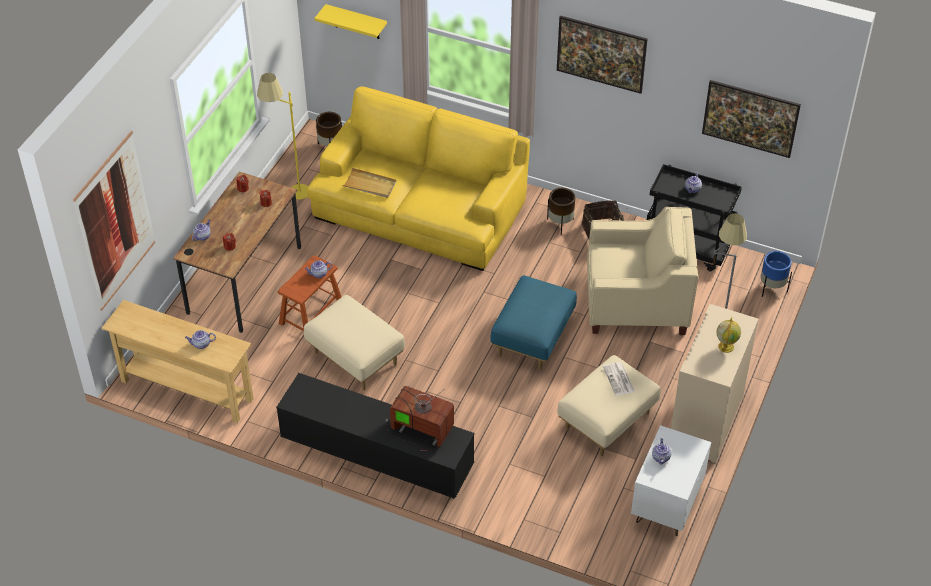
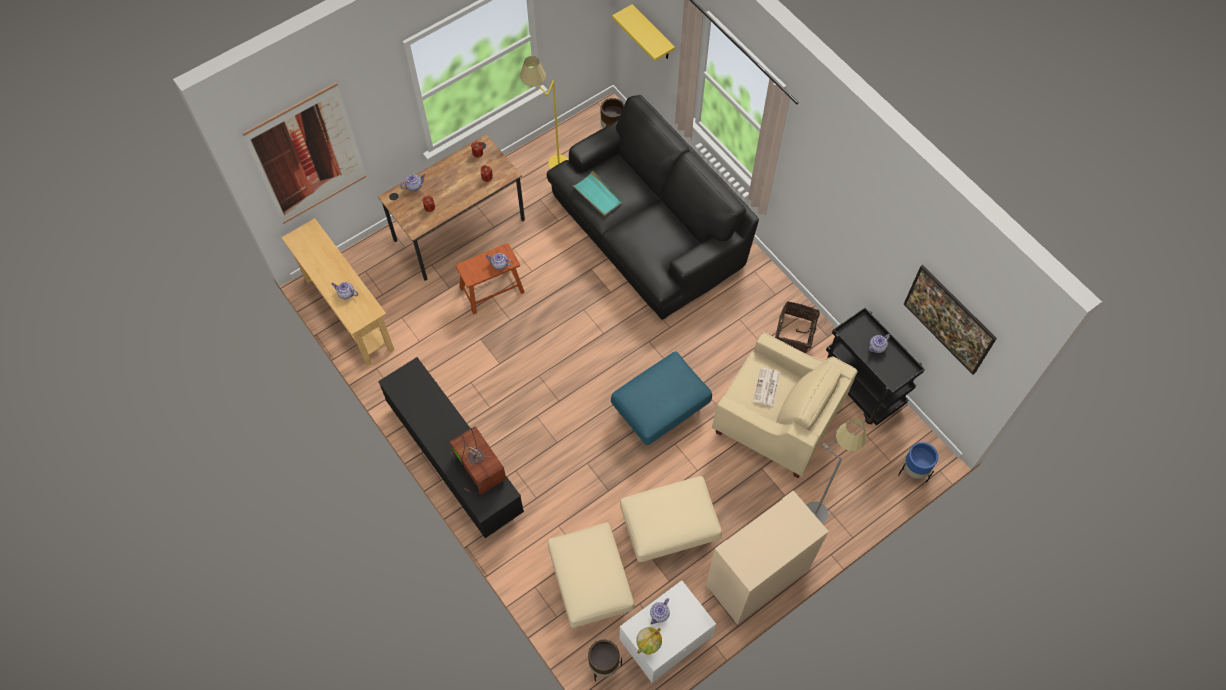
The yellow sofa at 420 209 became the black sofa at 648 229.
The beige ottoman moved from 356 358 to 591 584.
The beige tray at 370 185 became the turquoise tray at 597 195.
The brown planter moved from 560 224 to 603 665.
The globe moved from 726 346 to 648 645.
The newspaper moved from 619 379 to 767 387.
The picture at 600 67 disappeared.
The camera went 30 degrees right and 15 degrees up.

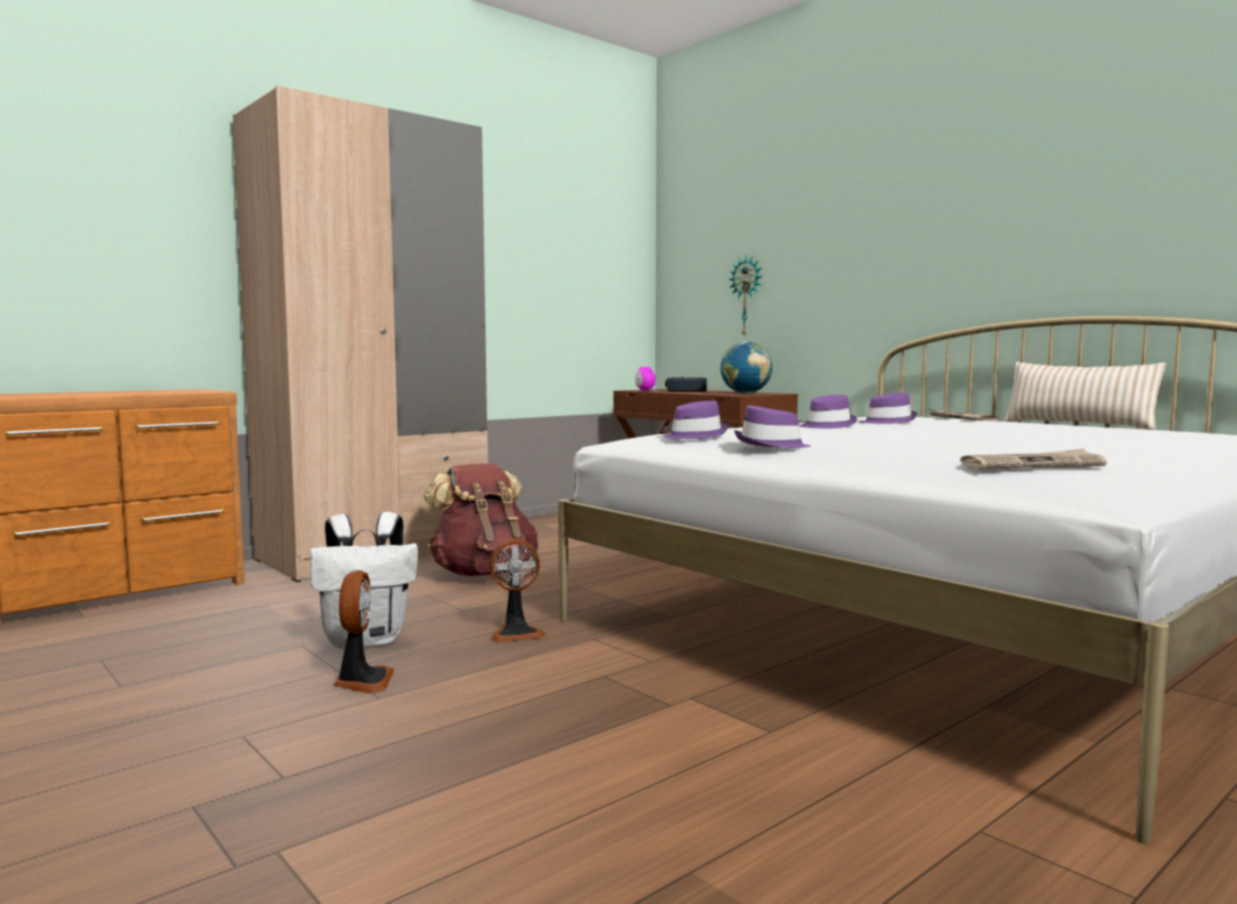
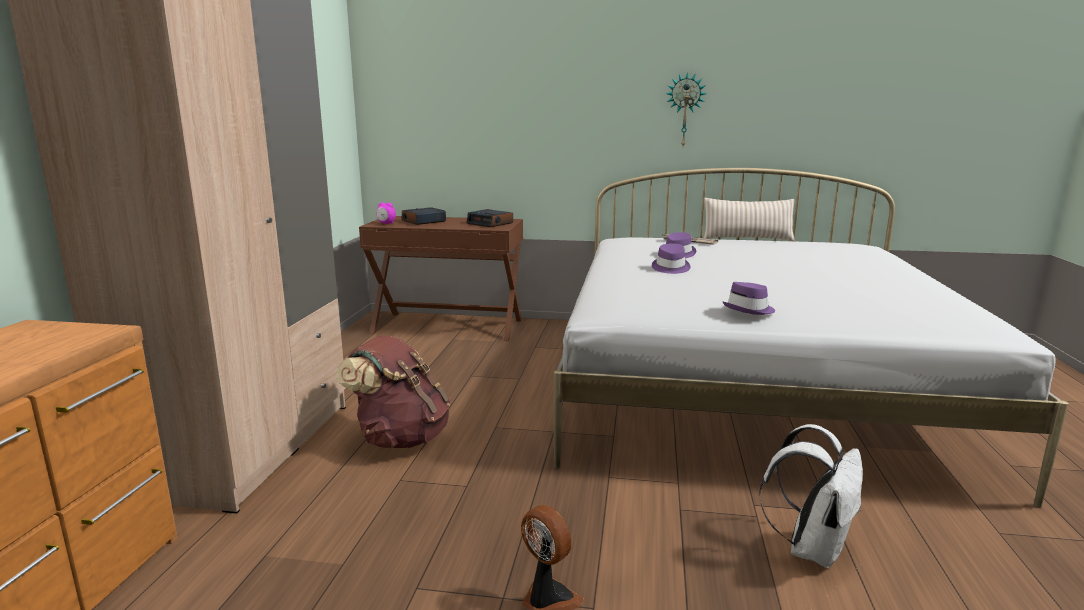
The globe at 745 393 was replaced by the alarm clock at 490 223.
The wall clock moved from 747 296 to 685 110.
The white backpack moved from 367 641 to 811 548.
The fan at 516 633 disappeared.
The purple hat at 694 436 disappeared.
The newspaper at 1032 464 disappeared.
The camera went 40 degrees left and 10 degrees up.

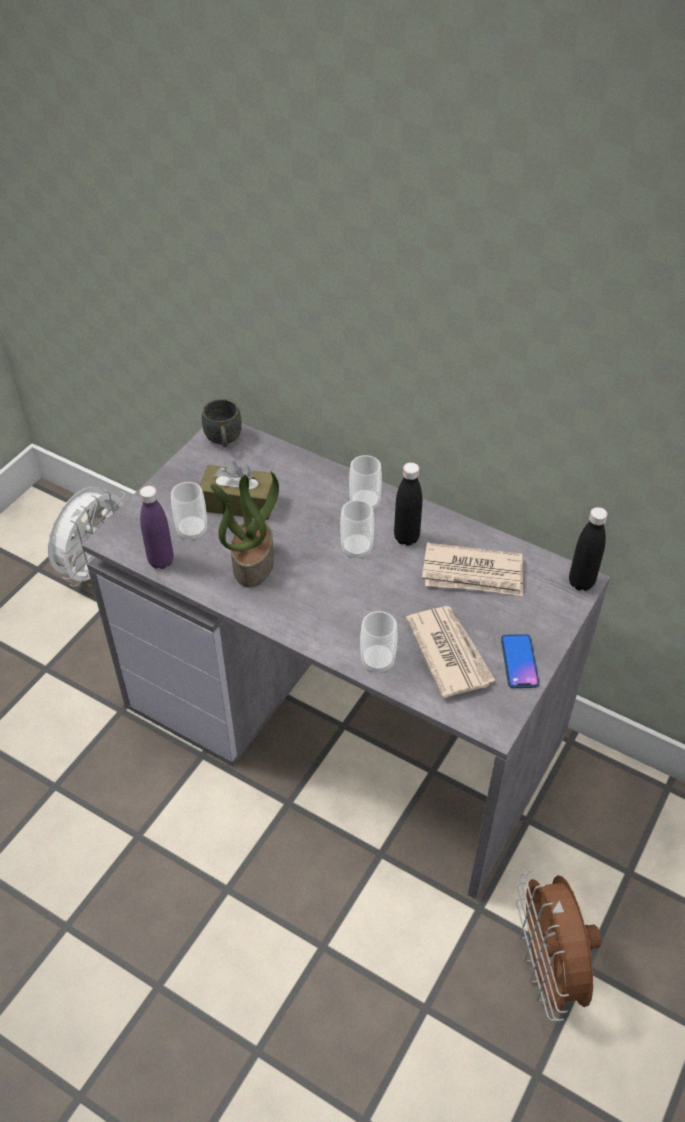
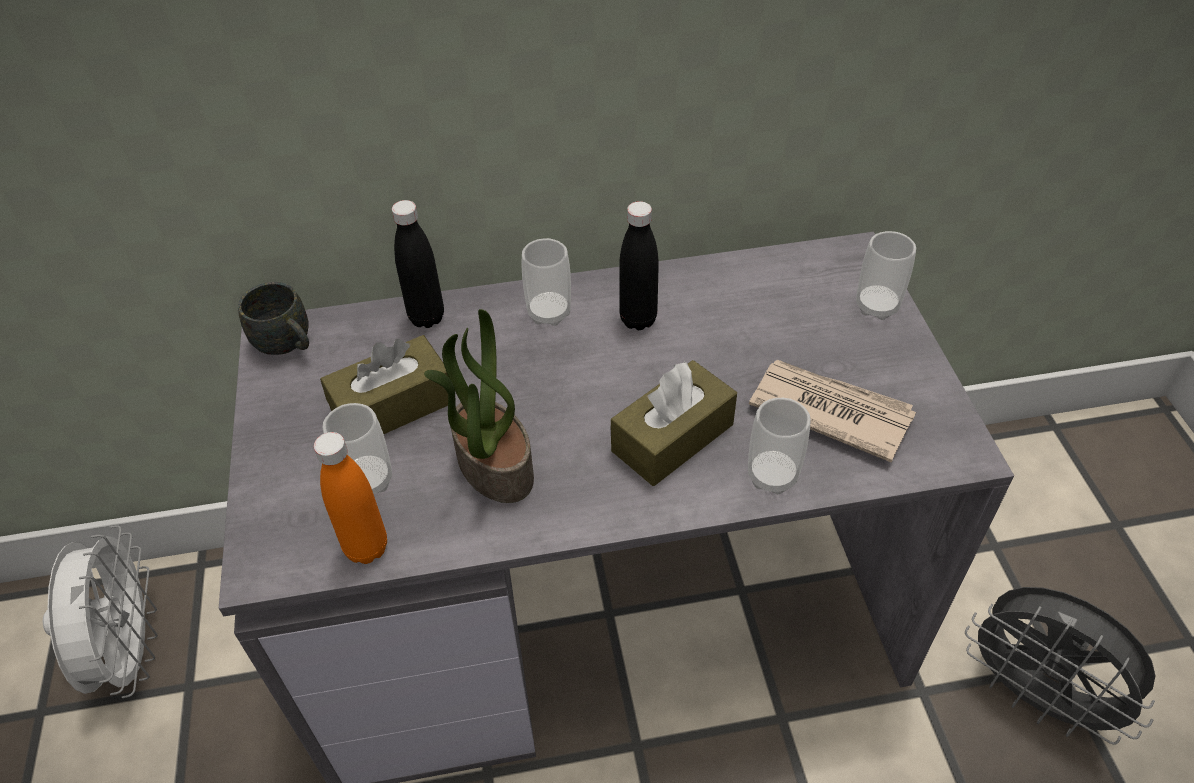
The purple bottle at 161 561 became the orange bottle at 366 548.
The black bottle moved from 581 582 to 426 317.
The brown tissue box at 672 437 appeared.
The cup moved from 356 549 to 876 306.
The brown fan at 548 969 became the grey fan at 1036 697.
The newspaper at 473 574 disappeared.
The phone at 519 662 disappeared.
The camera went 40 degrees left and 0 degrees up.

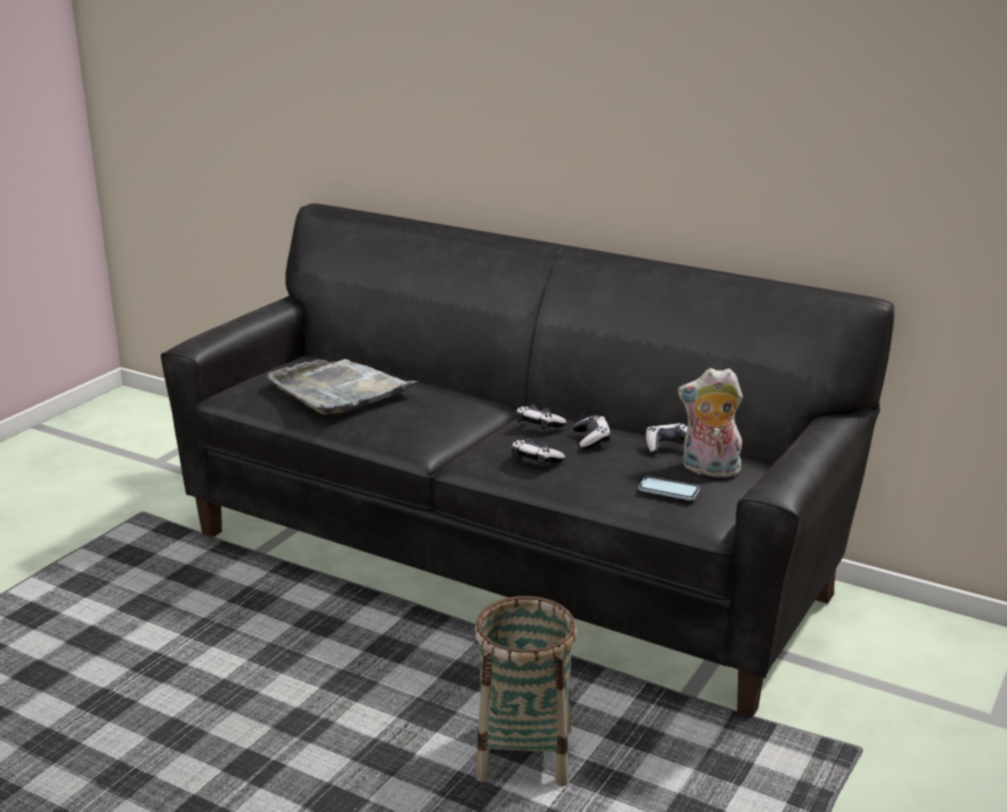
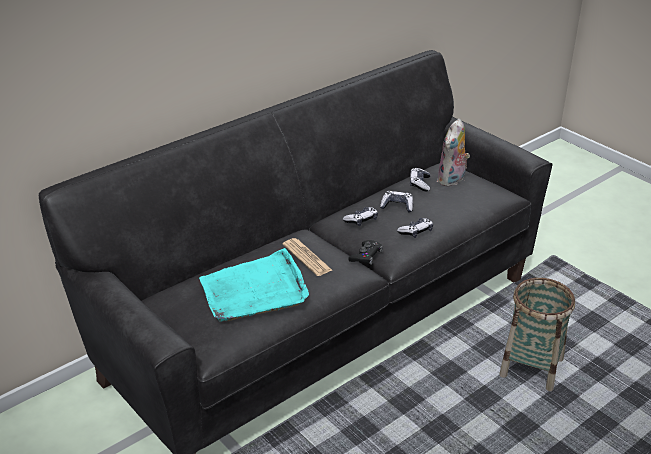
The grey tray at 339 390 became the turquoise tray at 254 291.
The newspaper at 307 257 appeared.
The black game controller at 366 256 appeared.
The phone at 669 490 disappeared.
The camera went 70 degrees left and 10 degrees up.

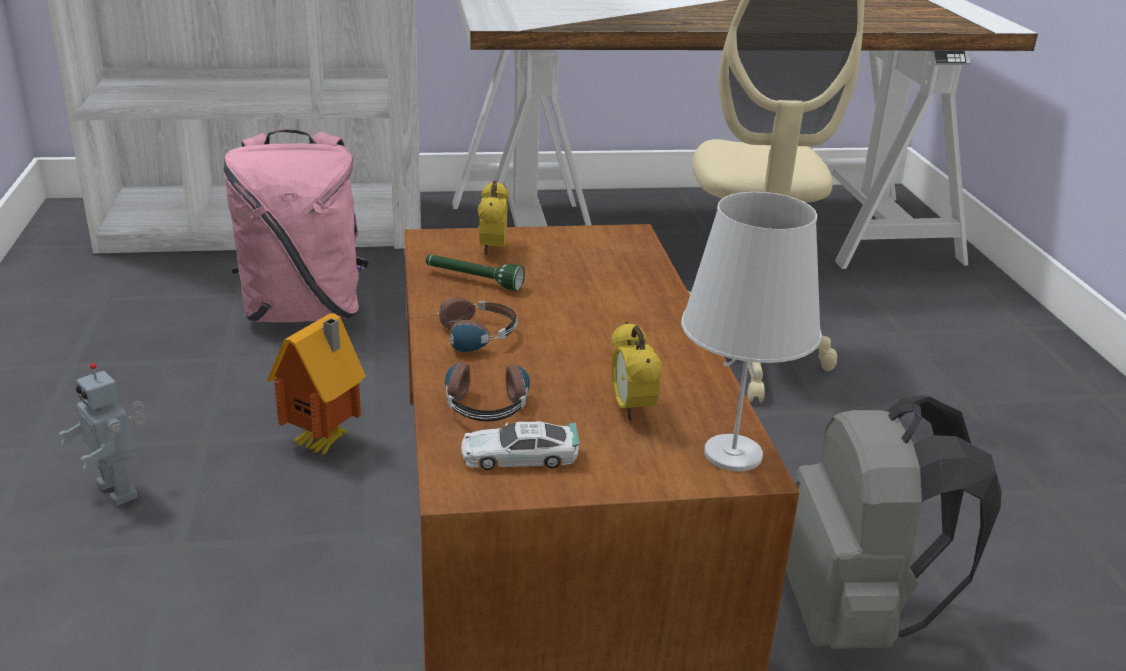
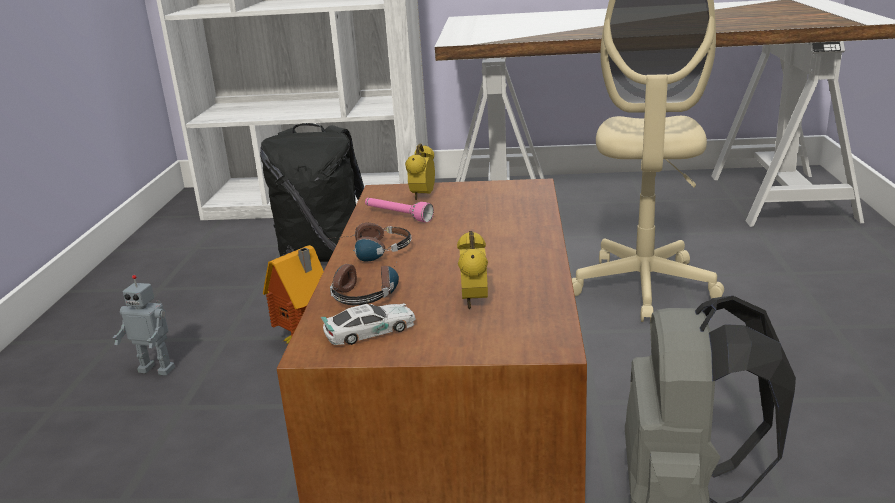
The toy robot at 120 490 turned 45 degrees counterclockwise.
The pink backpack at 304 311 became the black backpack at 324 256.
The toy car at 519 456 turned 150 degrees clockwise.
The green flashlight at 473 280 became the pink flashlight at 397 216.
The white table lamp at 733 454 disappeared.
The camera went 15 degrees right and 5 degrees down.

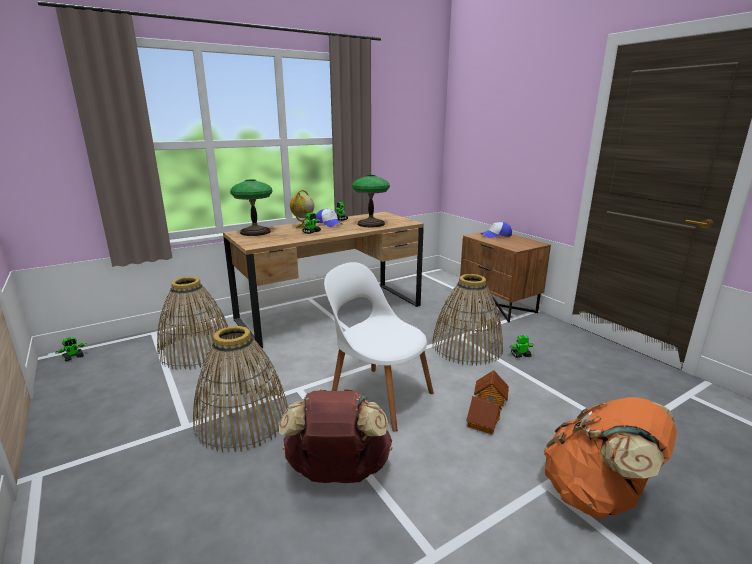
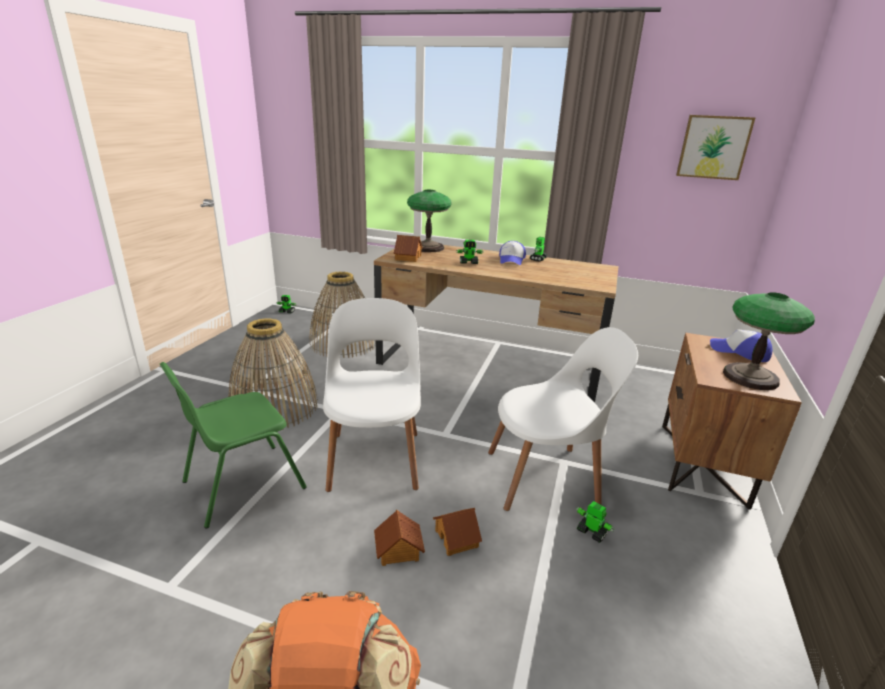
The brown backpack at 338 473 was replaced by the green chair at 241 484.
The toy house at 407 257 appeared.
The basket at 467 347 was replaced by the white chair at 547 478.
The picture at 713 147 appeared.
The table lamp moved from 370 224 to 750 377.
The globe at 303 227 disappeared.
The camera went 50 degrees right and 5 degrees up.

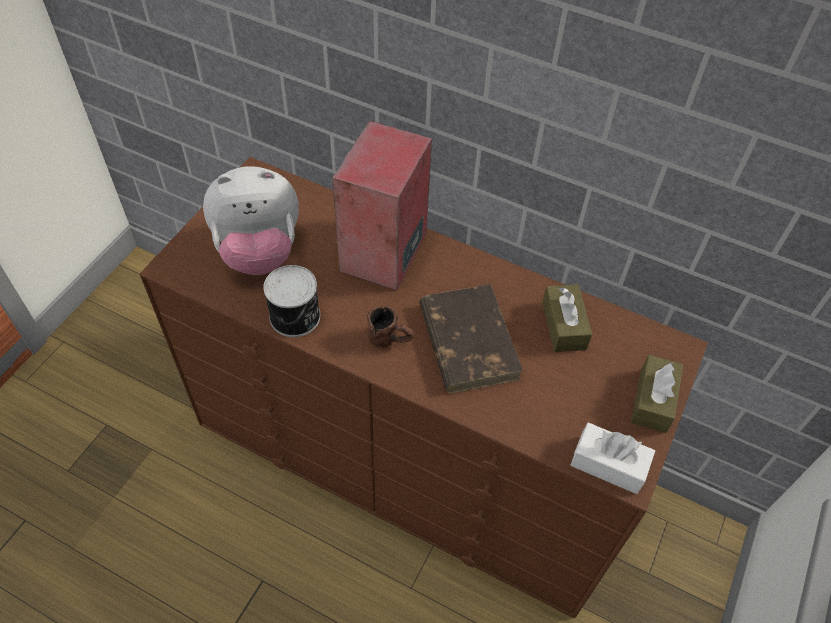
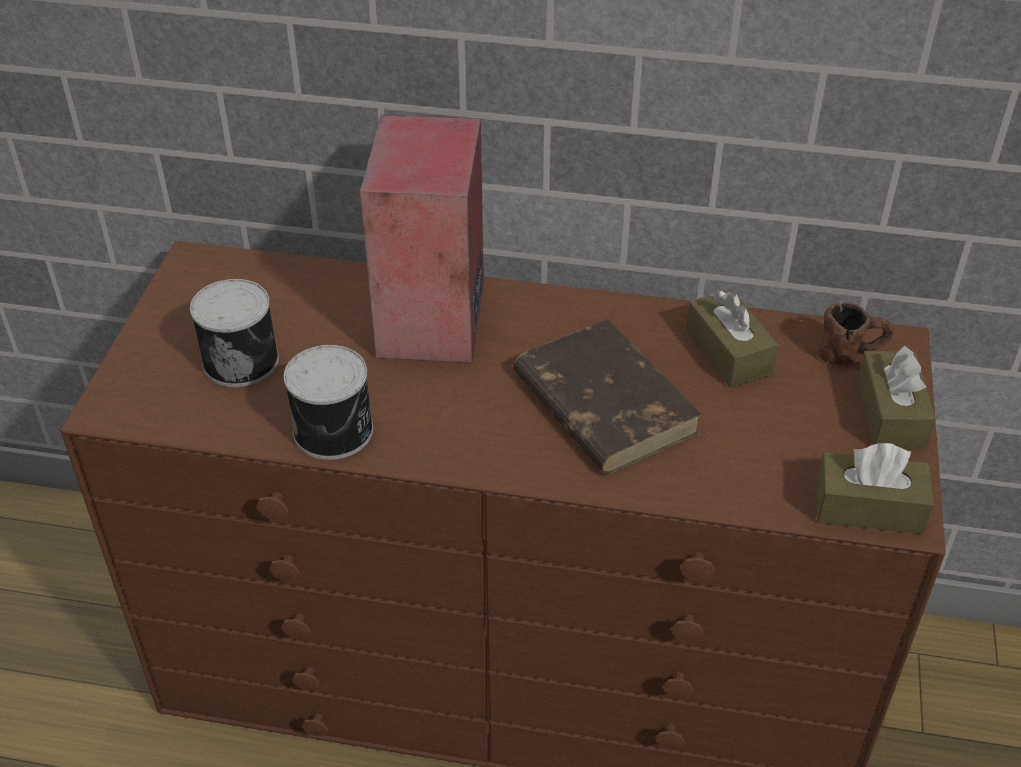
The plush toy at 259 252 was replaced by the can at 241 359.
The white tissue box at 608 464 became the brown tissue box at 868 508.
The brown mug moved from 390 340 to 852 354.
The camera went 15 degrees left and 10 degrees down.

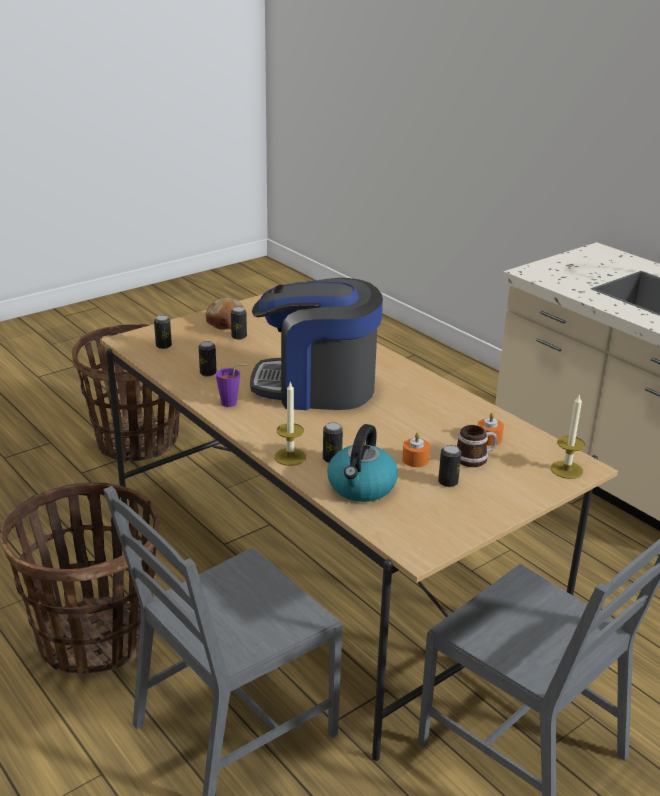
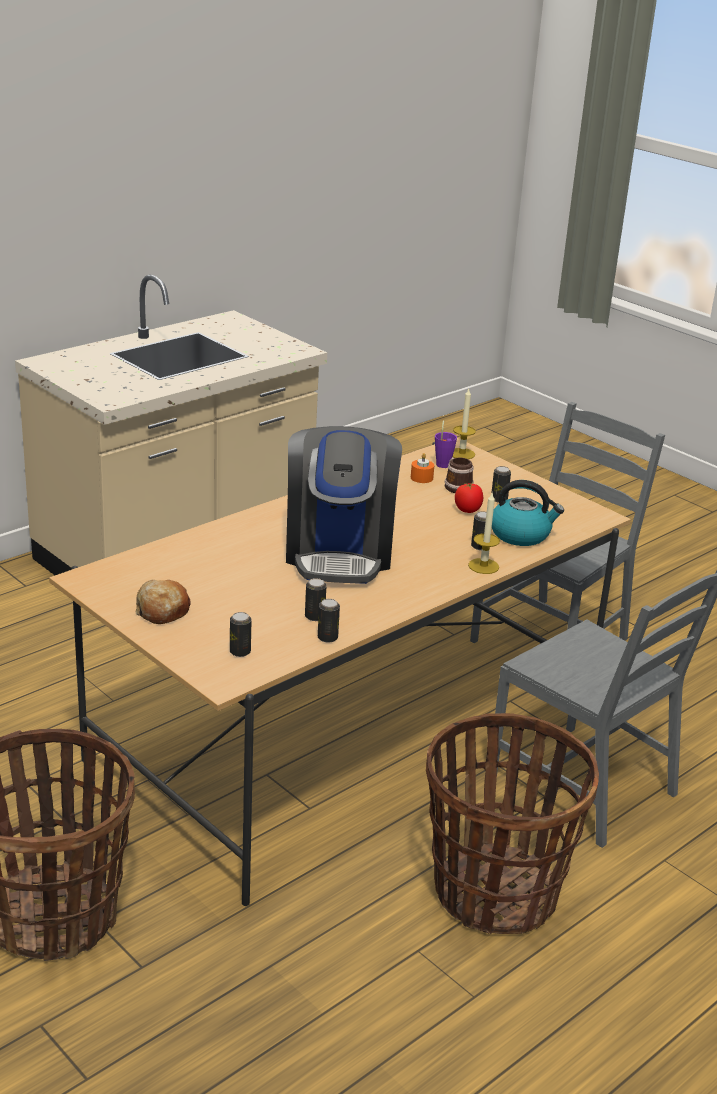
The can moved from 239 337 to 327 637.
The purple cup moved from 232 403 to 443 463.
The orange candle at 415 460 was replaced by the tomato at 468 510.
The camera went 95 degrees left and 0 degrees up.

